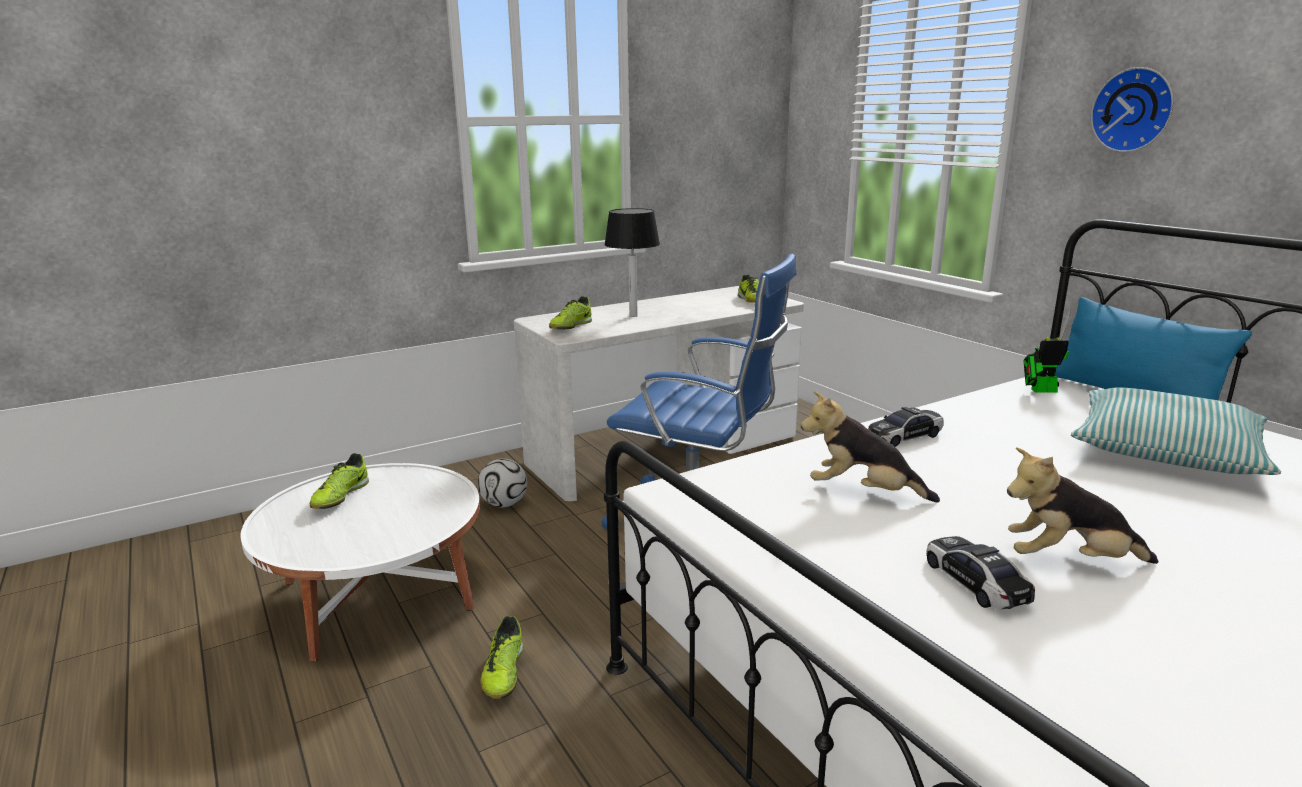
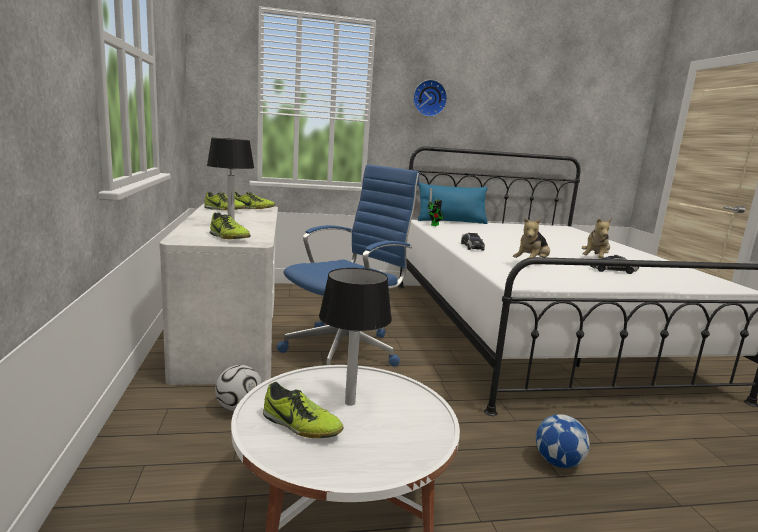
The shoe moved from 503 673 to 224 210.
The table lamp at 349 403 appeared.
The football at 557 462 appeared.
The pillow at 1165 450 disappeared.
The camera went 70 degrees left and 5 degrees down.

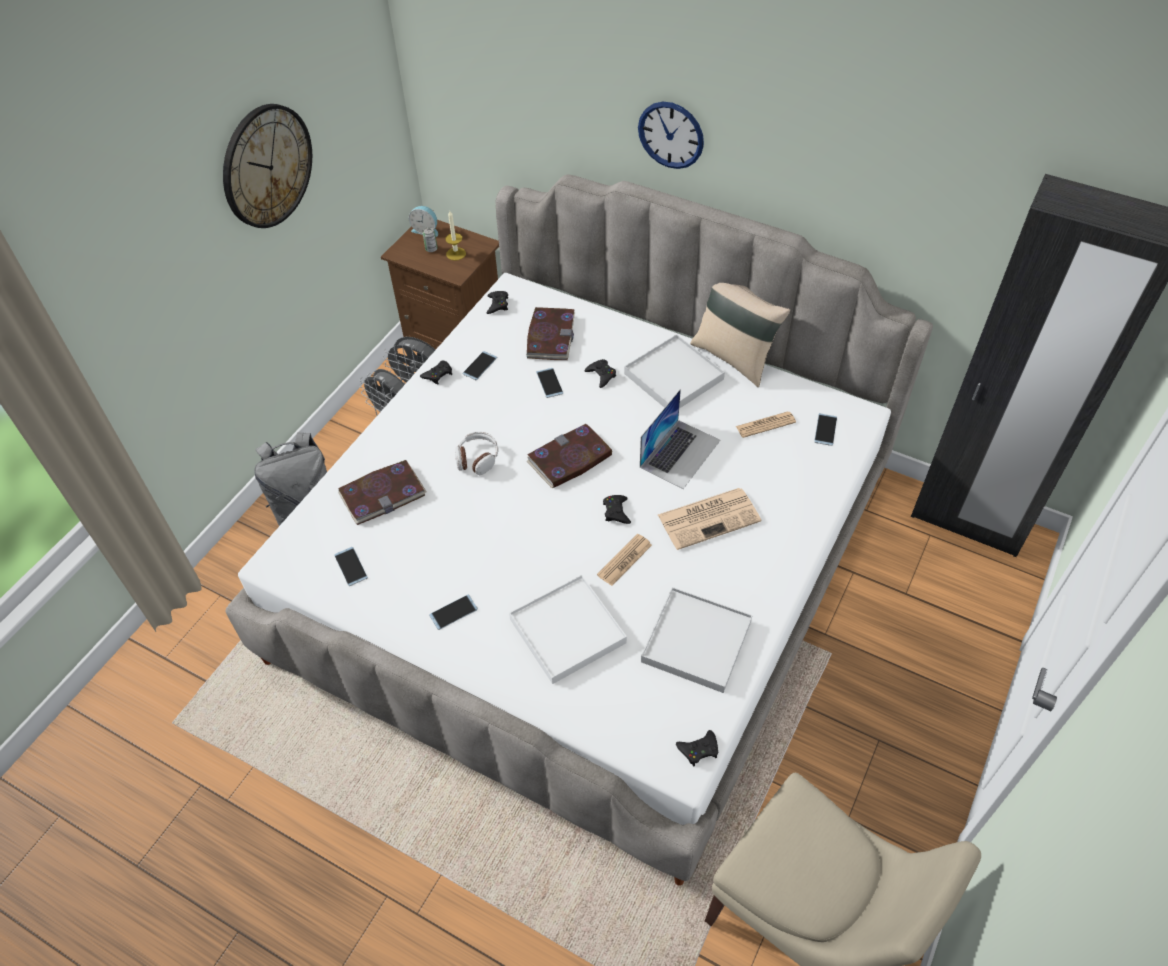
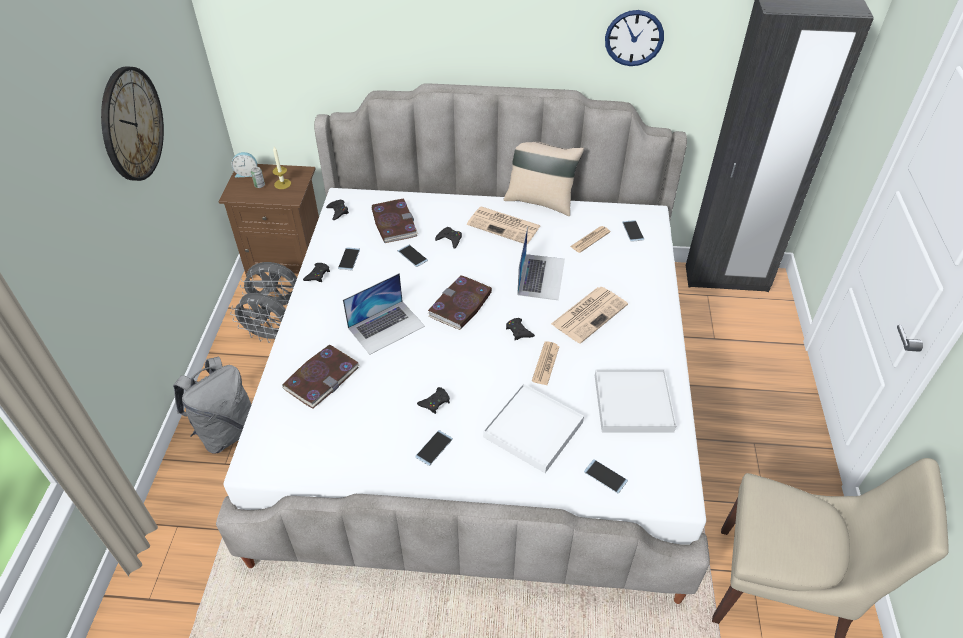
The headphones at 477 458 was replaced by the laptop at 386 327.
The black game controller moved from 699 749 to 435 402.
The white tray at 674 376 was replaced by the newspaper at 505 225.
The phone moved from 350 566 to 605 476.
The wall clock moved from 671 135 to 634 38.
The camera went 25 degrees left and 5 degrees down.

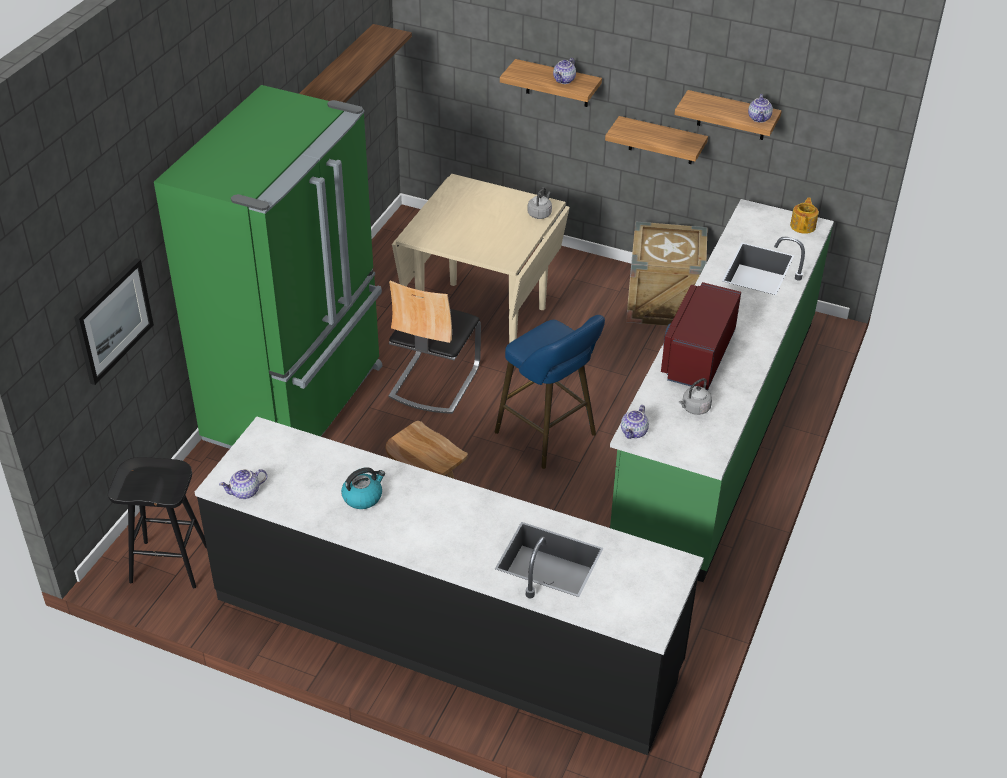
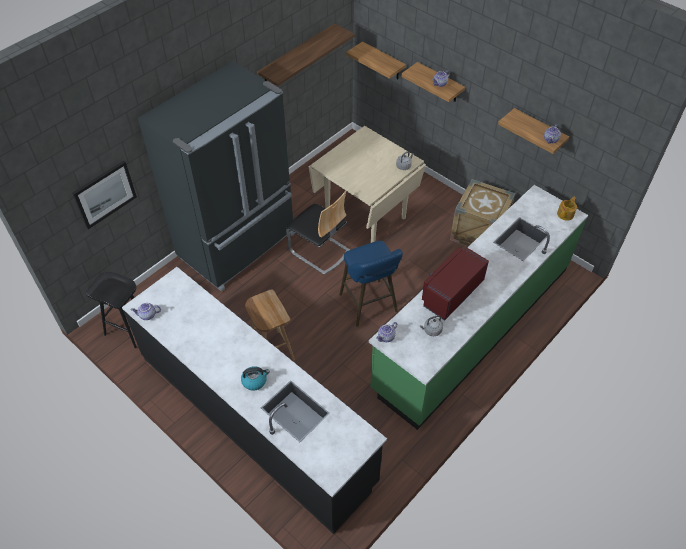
The green fridge at 298 403 became the black fridge at 238 246.
The kettle moved from 363 497 to 255 381.
The chair at 434 381 turned 90 degrees counterclockwise.
The shelf moved from 661 141 to 383 61.
The camera went 20 degrees right and 10 degrees up.

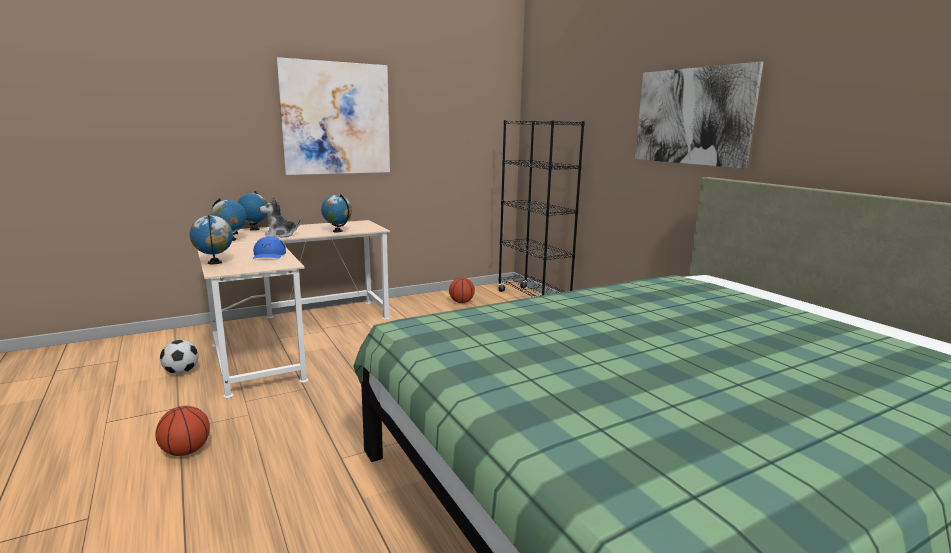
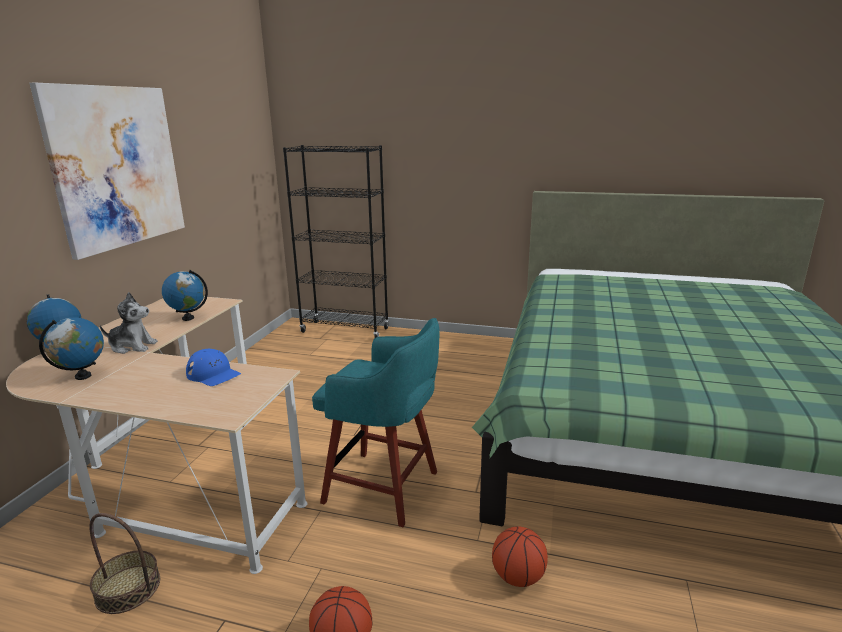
The football at 181 372 was replaced by the basket at 128 588.
The plush toy at 280 235 turned 105 degrees counterclockwise.
The turquoise stool at 384 488 appeared.
The basketball moved from 461 302 to 517 577.
The globe at 215 263 disappeared.
The picture at 692 116 disappeared.
The camera went 45 degrees left and 5 degrees up.

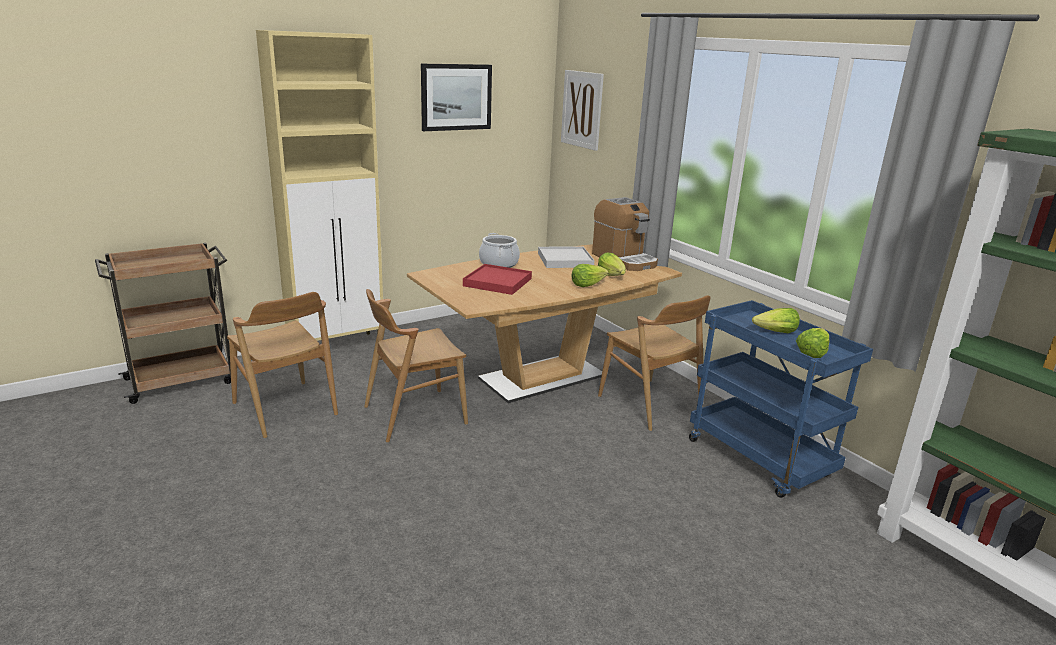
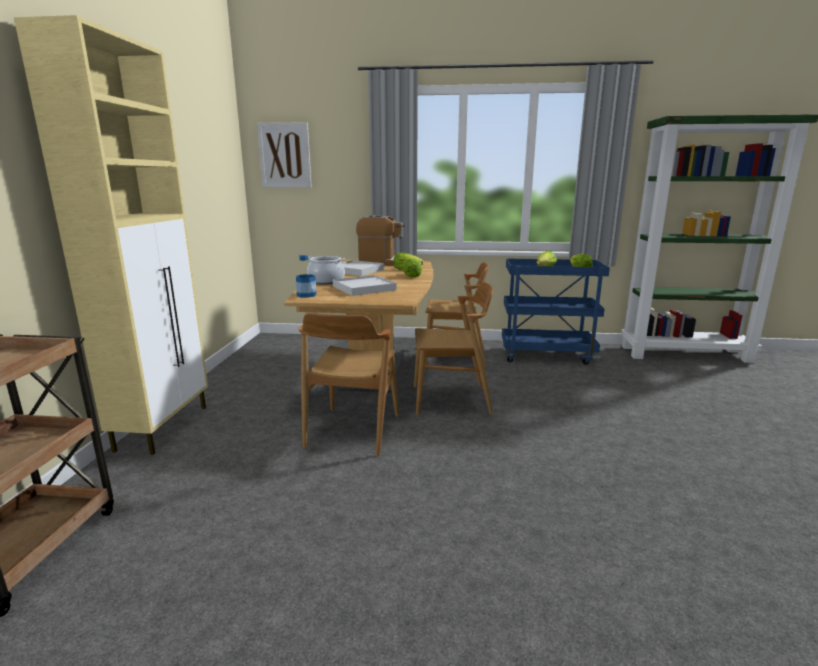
The bottle at 306 295 appeared.
The red tray at 498 282 became the white tray at 364 288.
The brown chair moved from 285 409 to 451 399.
The picture at 456 97 disappeared.
The camera went 50 degrees left and 5 degrees down.

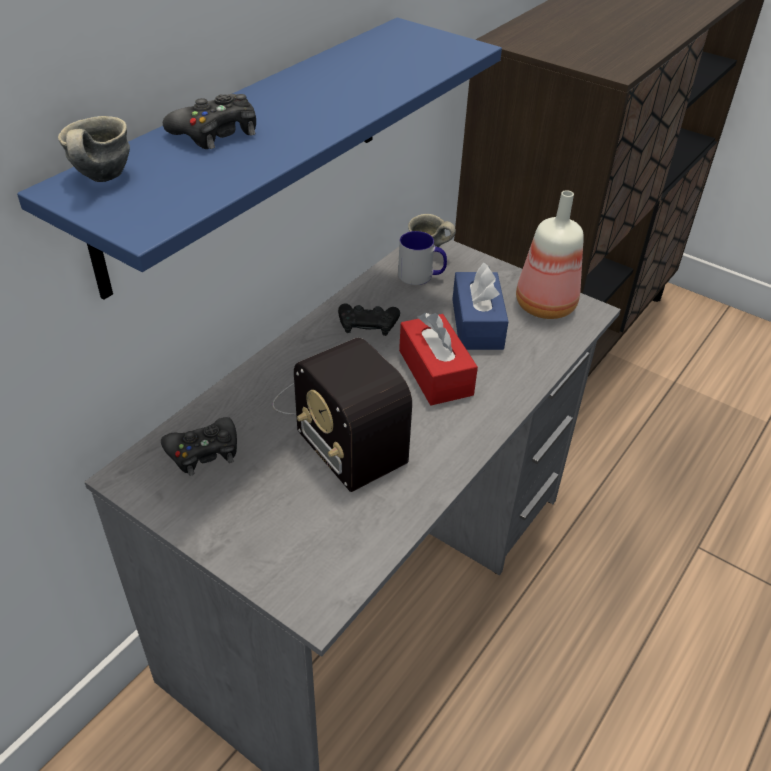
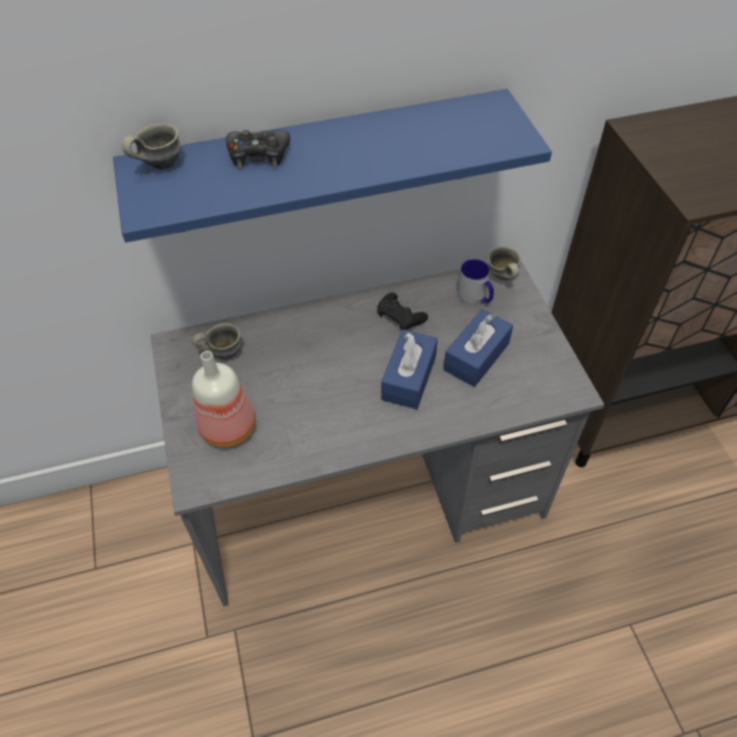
The black game controller at 204 452 was replaced by the grey mug at 222 352.
The bottle moved from 543 305 to 228 426.
The red tissue box at 435 372 became the blue tissue box at 409 377.
The radio at 338 421 disappeared.
The camera went 40 degrees right and 10 degrees up.

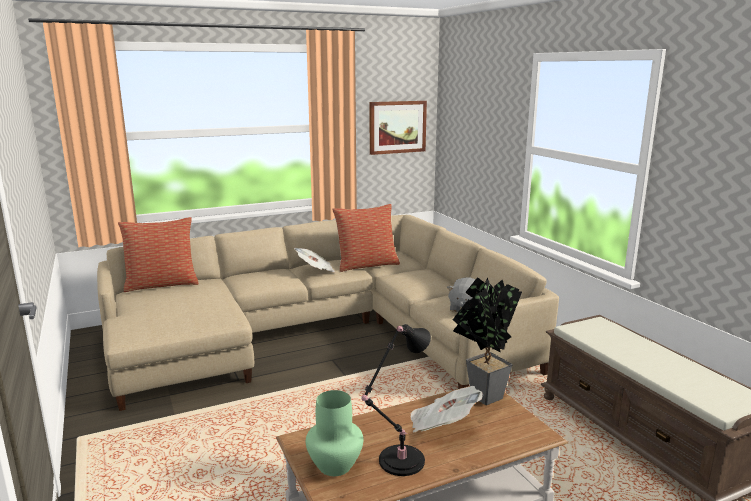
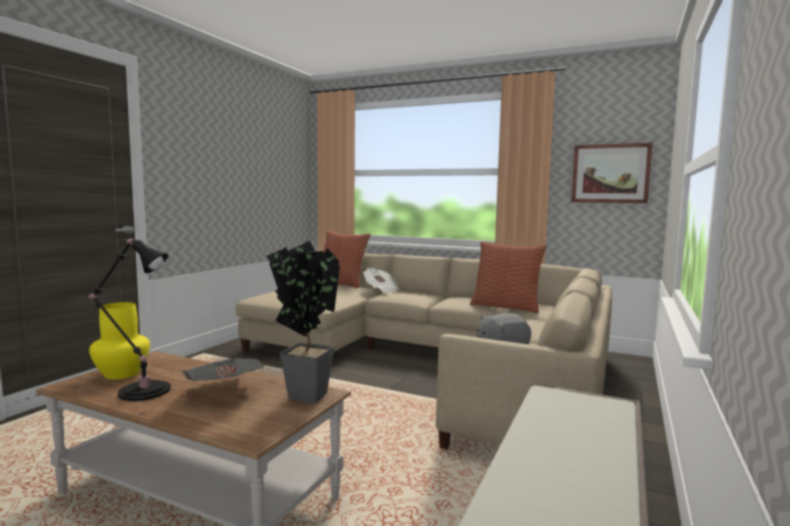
The green vase at 334 465 became the yellow vase at 122 373.
The newspaper moved from 315 270 to 381 290.
The camera went 50 degrees right and 10 degrees down.

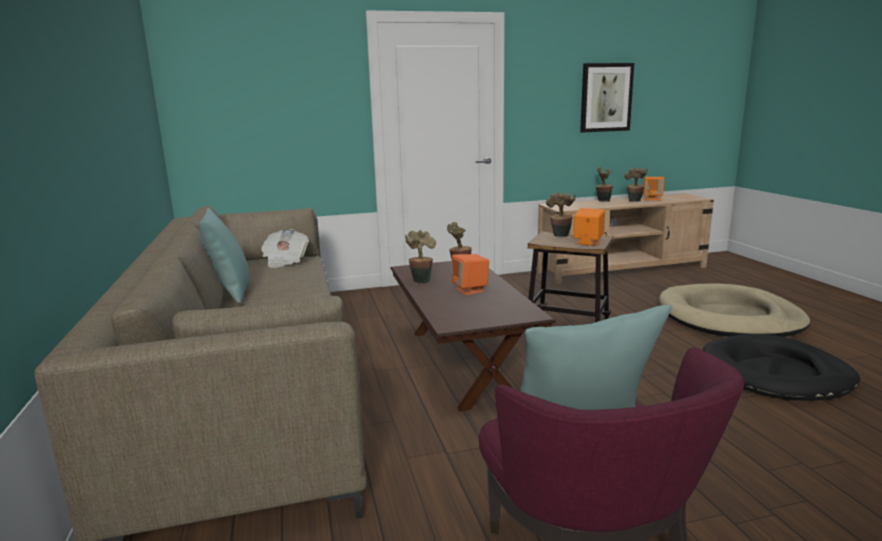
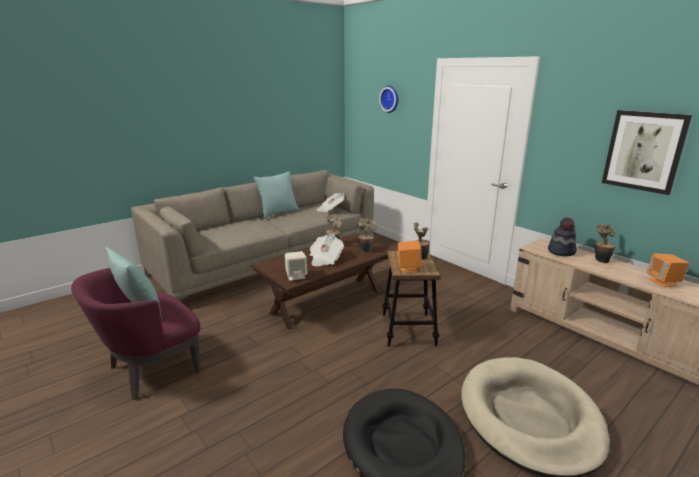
The beige speaker at 296 276 appeared.
The orange speaker at 470 290 was replaced by the newspaper at 325 259.
The wall clock at 390 99 appeared.
The hat at 561 251 appeared.
The potted plant at 634 202 disappeared.
The camera went 65 degrees right and 5 degrees up.

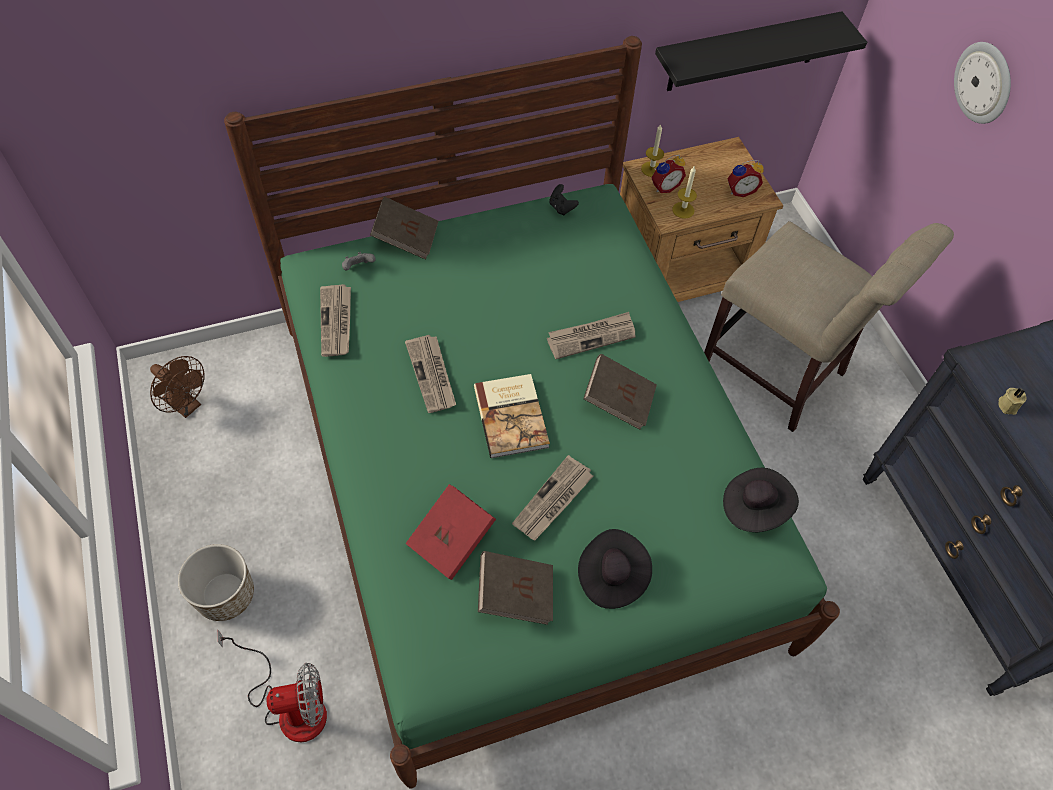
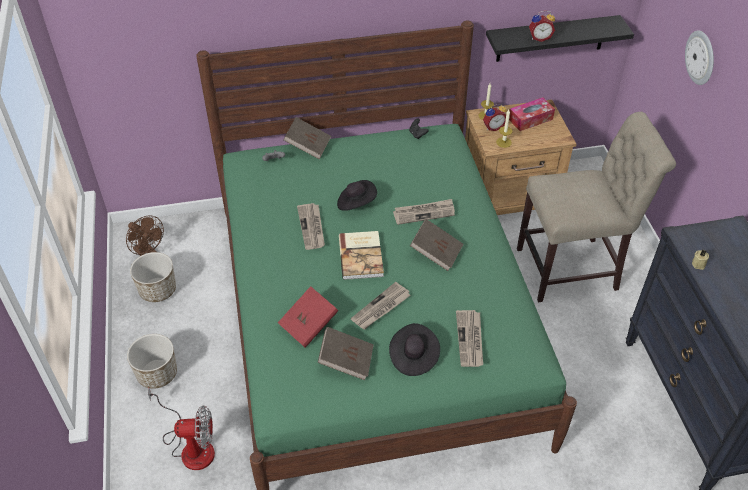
The planter at 158 290 appeared.
The black hat moved from 754 507 to 356 203.
The newspaper moved from 337 322 to 470 340.
The tissue box at 530 119 appeared.
The beige chair at 779 375 turned 60 degrees counterclockwise.
The alarm clock moved from 740 190 to 539 38.
The camera went 10 degrees right and 10 degrees down.

